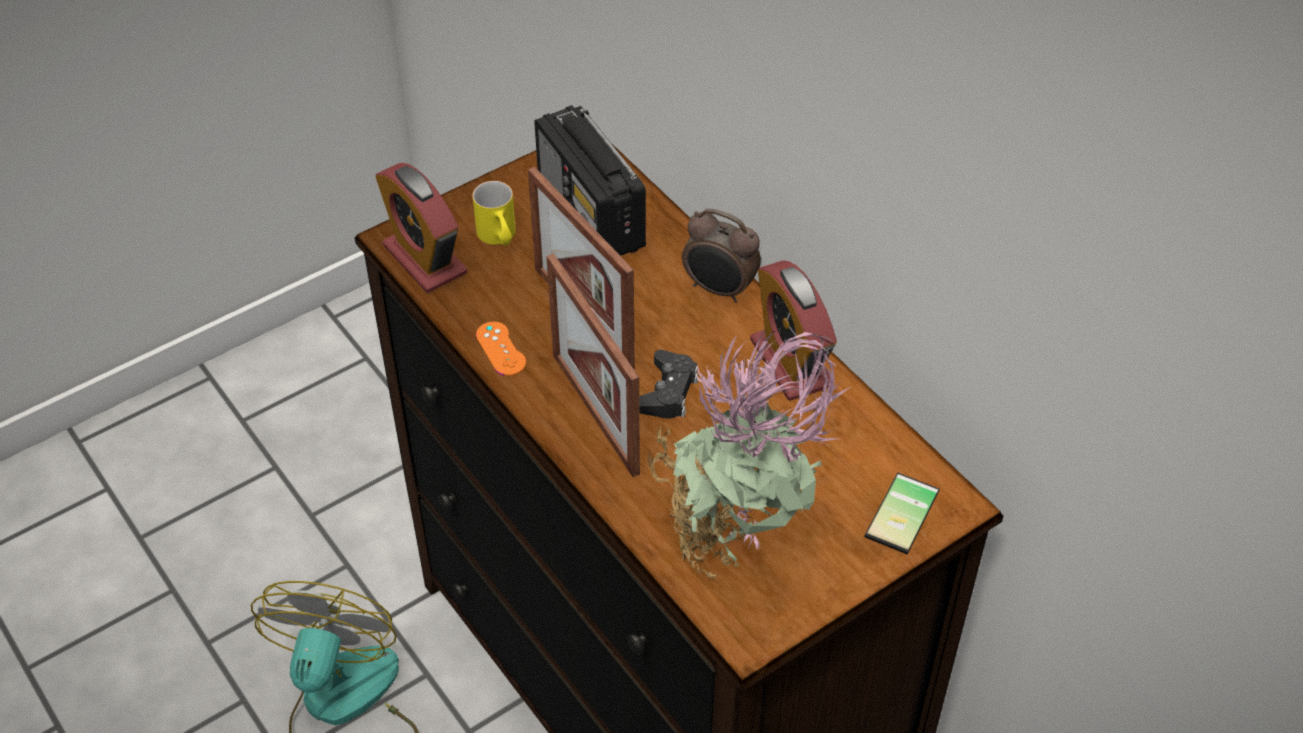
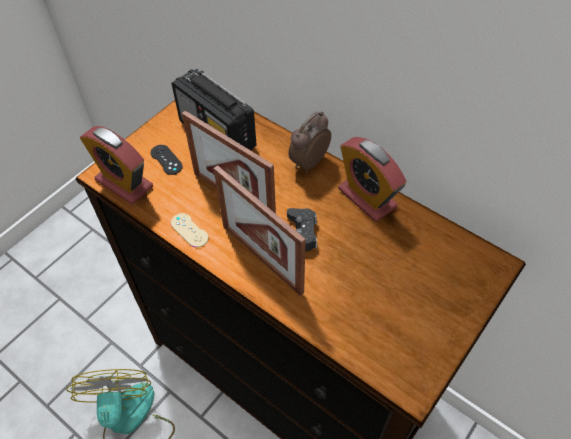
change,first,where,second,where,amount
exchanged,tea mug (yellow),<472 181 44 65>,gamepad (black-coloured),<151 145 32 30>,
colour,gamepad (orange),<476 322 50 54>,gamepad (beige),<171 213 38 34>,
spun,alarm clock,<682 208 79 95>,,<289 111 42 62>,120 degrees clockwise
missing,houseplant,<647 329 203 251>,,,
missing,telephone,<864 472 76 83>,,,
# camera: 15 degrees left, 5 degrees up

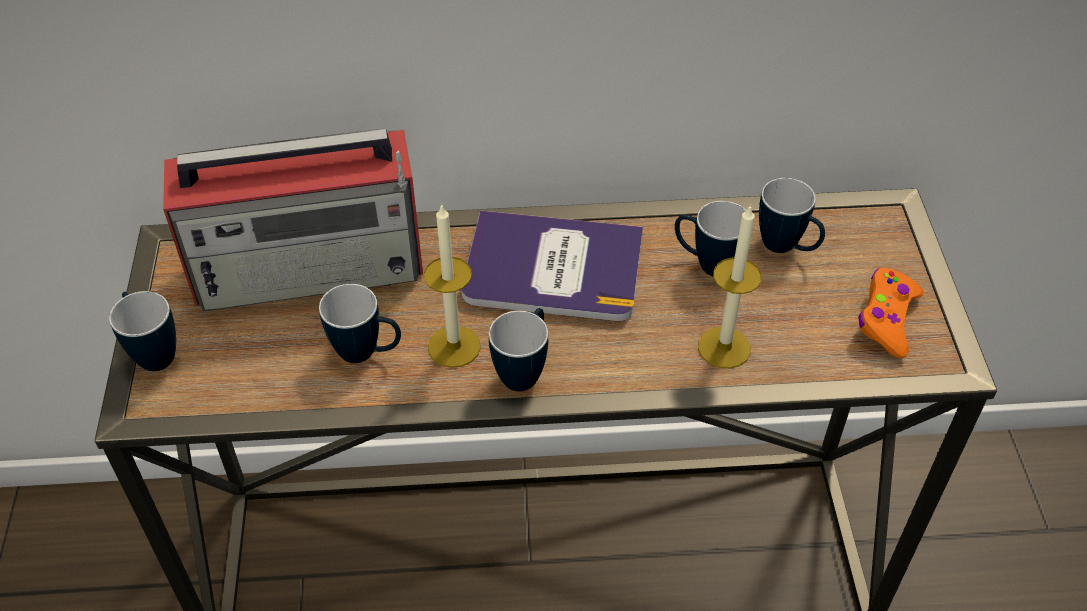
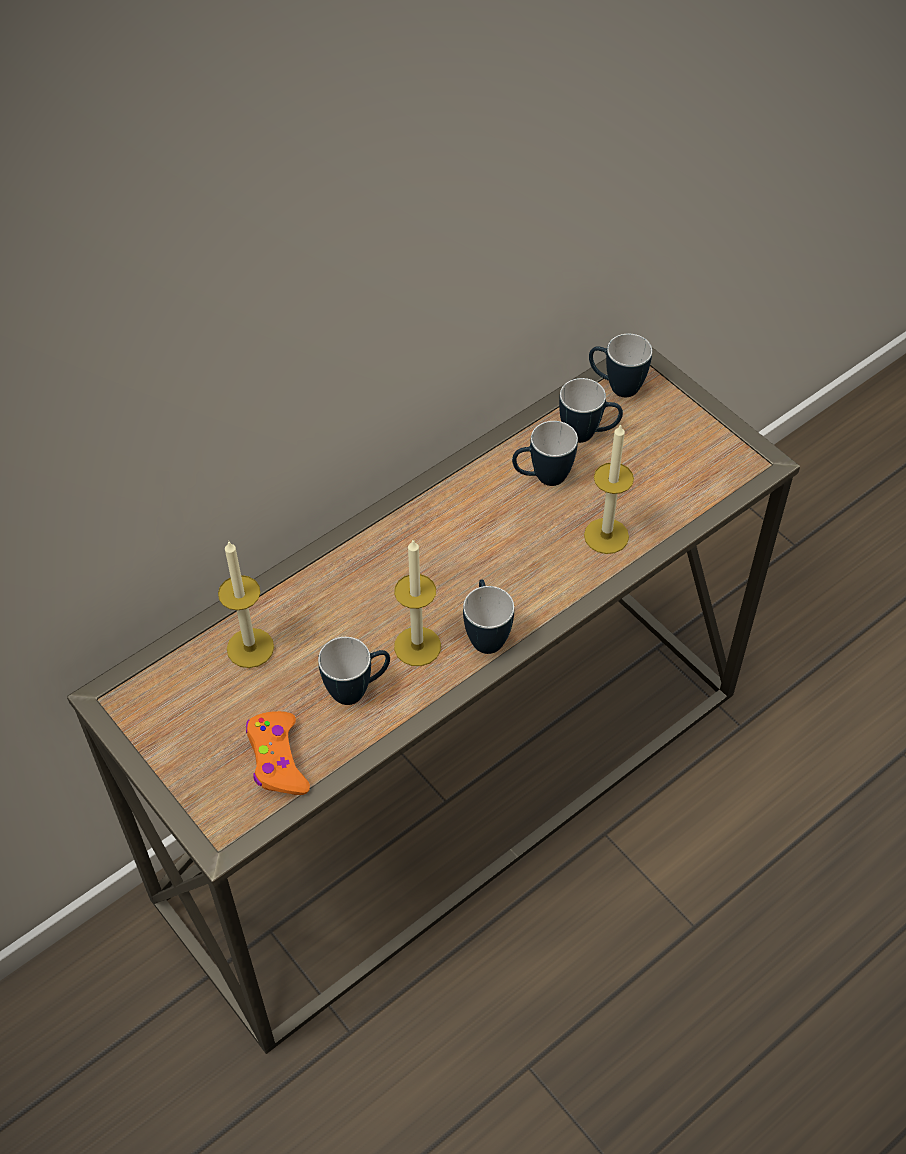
change,first,where,second,where,amount
exchanged,radio set,<163 129 260 183>,wax candle,<218 540 56 128>,
relocated,gamepad (orange),<859 268 65 90>,,<246 711 64 84>,
relocated,tea mug,<109 291 67 80>,,<589 334 63 63>,
missing,bound book,<462 210 181 112>,,,
# camera: 35 degrees left, 5 degrees up

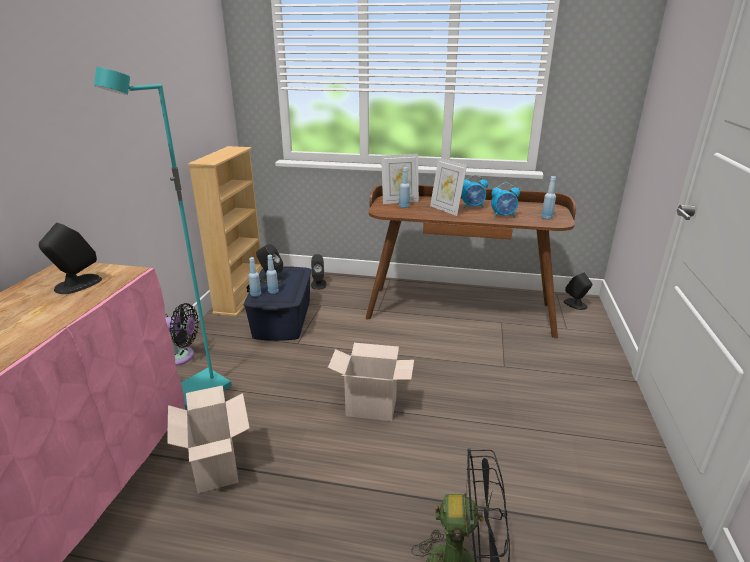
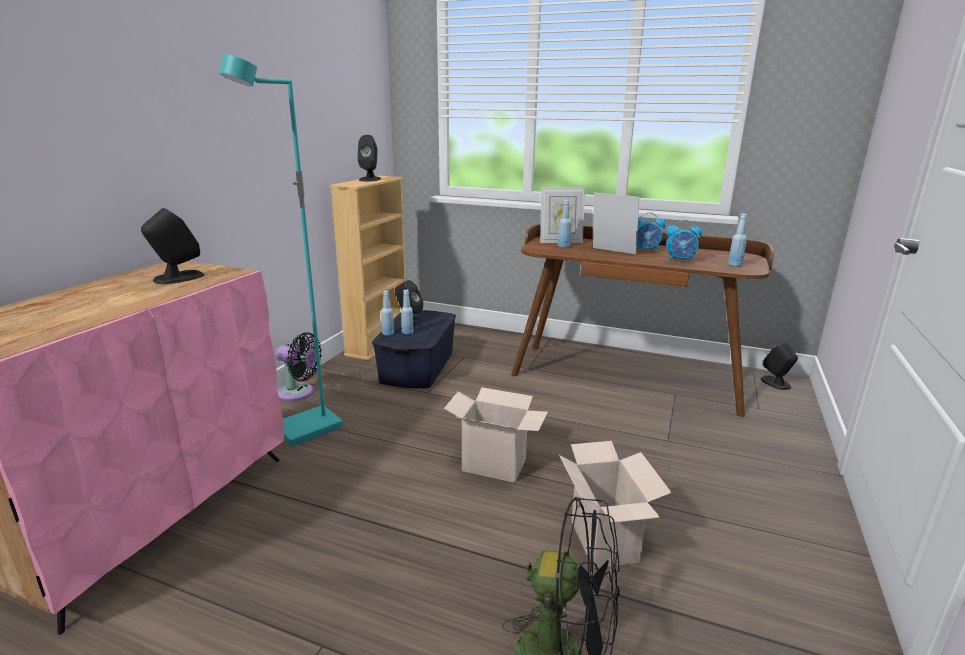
change,first,where,second,where,amount
relocated,audio speaker (black-coloured),<311 254 15 36>,,<357 135 24 46>,
relocated,packing box,<167 385 83 108>,,<559 441 113 127>,
spun,photo frame,<430 158 37 58>,,<593 193 46 61>,150 degrees clockwise
# camera: 10 degrees right, 5 degrees down

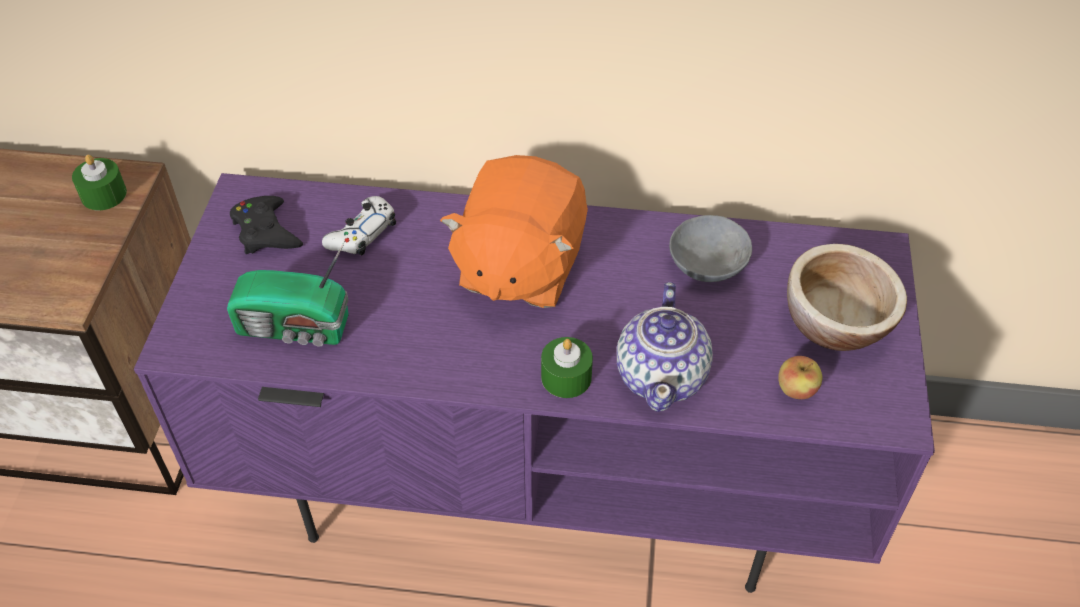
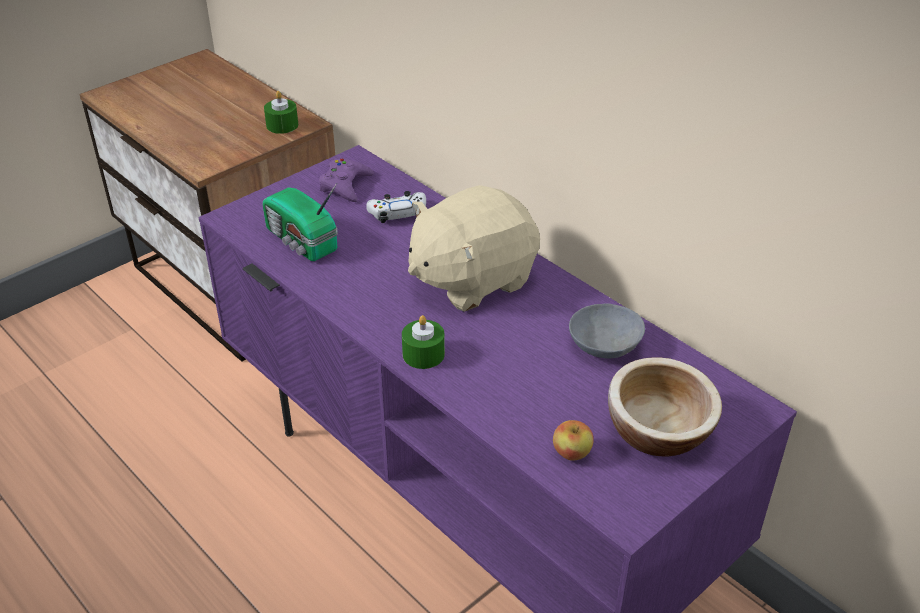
change,first,where,second,where,amount
colour,gamepad (black-coloured),<230 196 73 58>,gamepad (purplish),<319 158 55 44>,
colour,soft toy (orange),<440 155 148 153>,soft toy (beige),<408 185 132 127>,
missing,pot for tea,<617 282 96 130>,,,
# camera: 40 degrees right, 10 degrees down

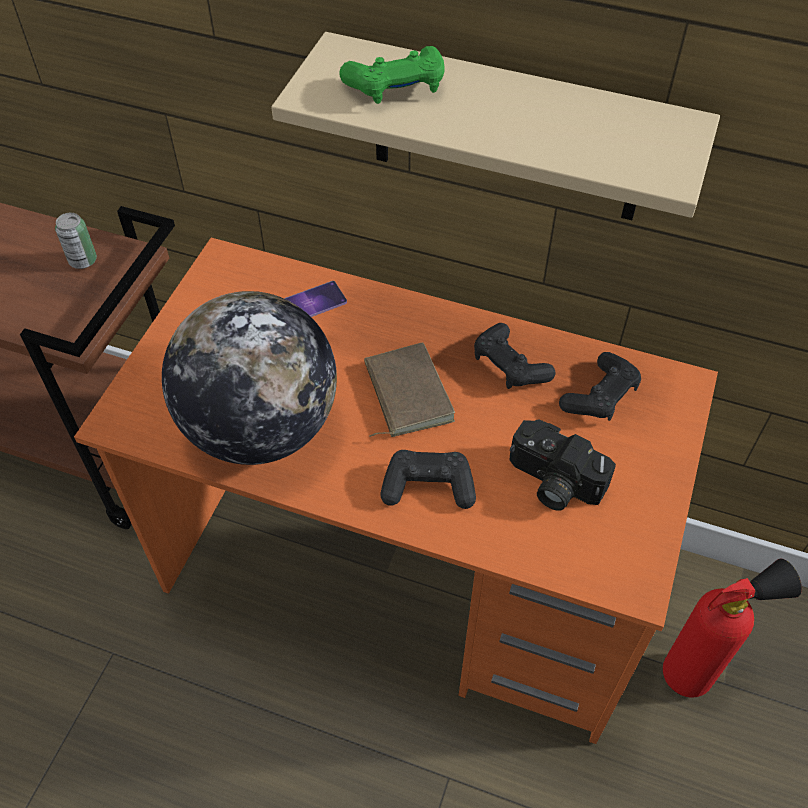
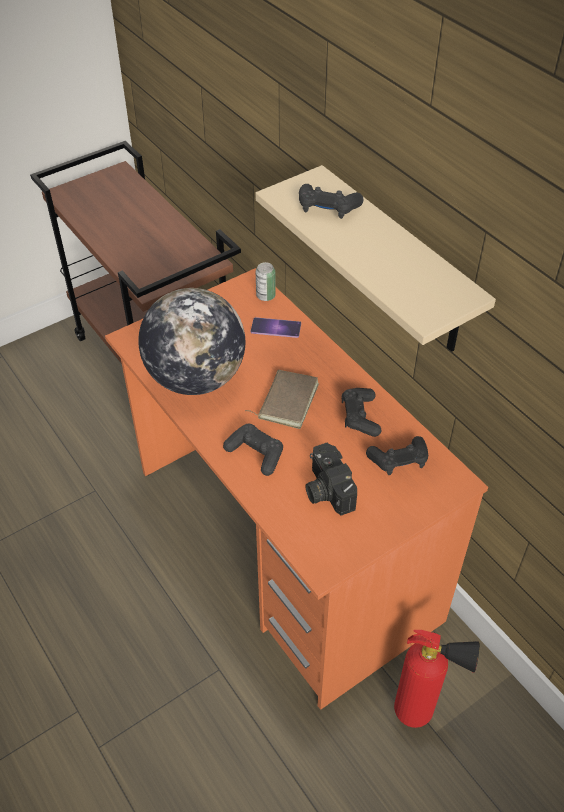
change,first,where,second,where,amount
relocated,metal can,<55 213 42 56>,,<256 262 20 39>,
colour,gamepad (green-coloured),<339 46 106 58>,gamepad (black-coloured),<299 184 64 35>,
# camera: 35 degrees right, 5 degrees down

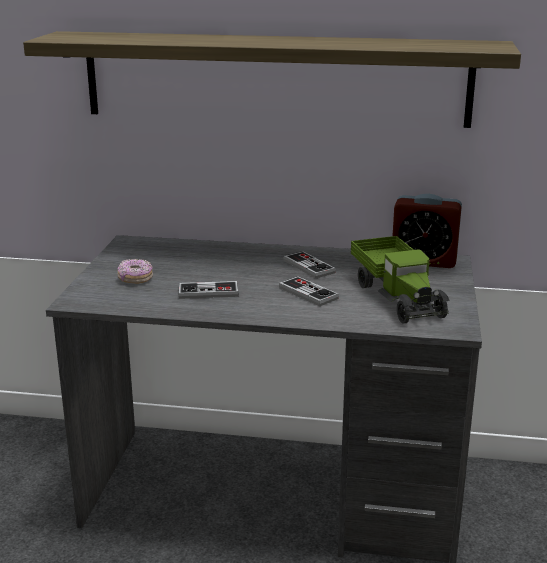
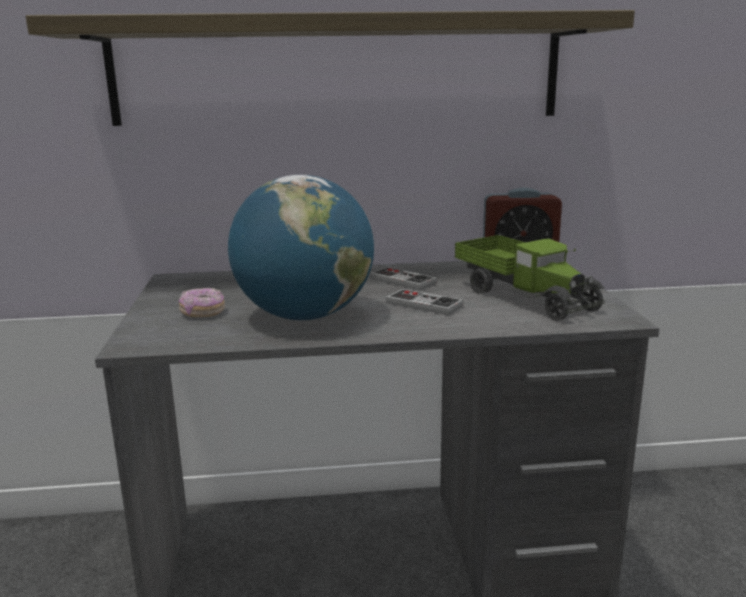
change,first,where,second,where,amount
exchanged,gamepad,<178 281 61 18>,world globe,<228 175 146 145>,
# camera: 15 degrees left, 5 degrees down

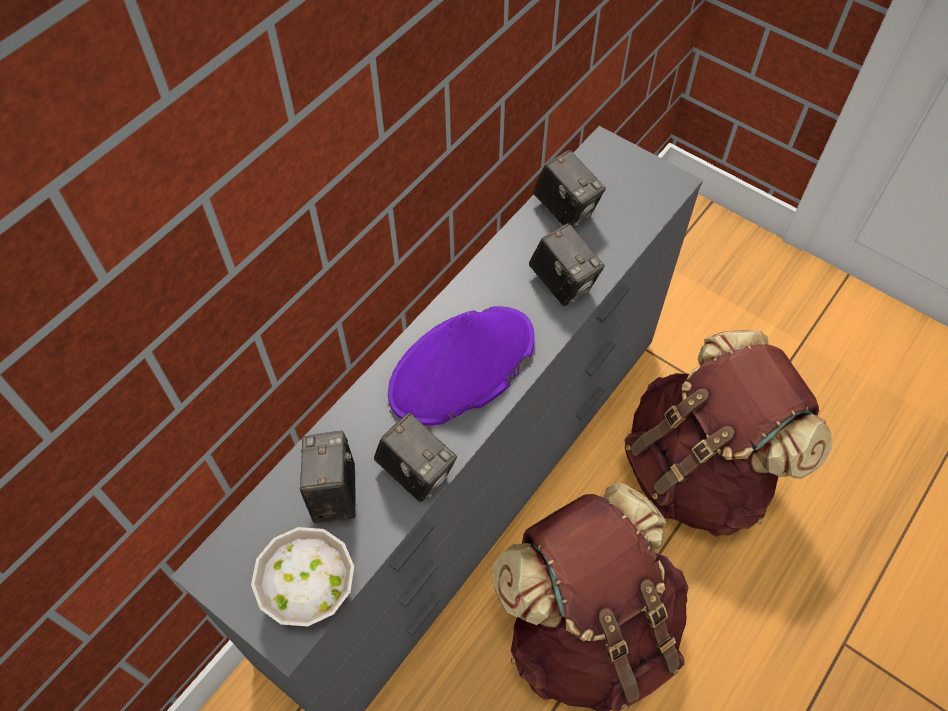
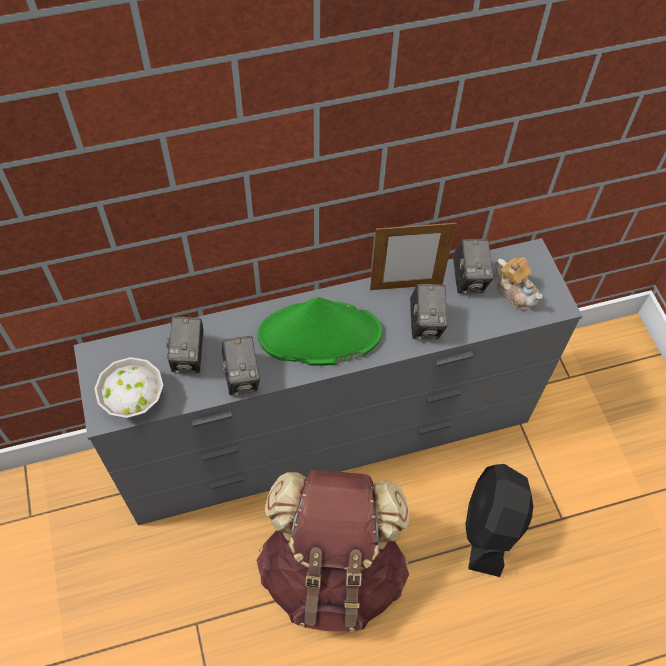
change,first,where,second,where,amount
spun,still camera,<299 431 57 92>,,<166 316 38 58>,150 degrees clockwise
colour,wearable hat (purplish),<388 306 147 120>,wearable hat (green-coloured),<258 297 125 69>,
appeared,,,photo frame,<370 221 86 69>,
exchanged,rucksack (brown),<624 330 208 207>,electric fan (black-coloured),<465 464 68 113>,
appeared,,,pot for tea,<495 258 48 53>,
# camera: 35 degrees right, 0 degrees up

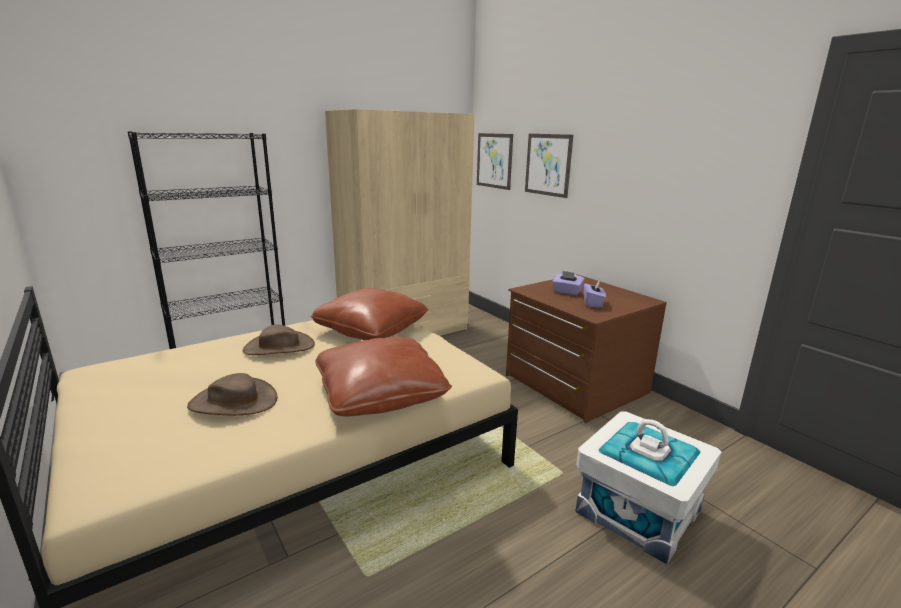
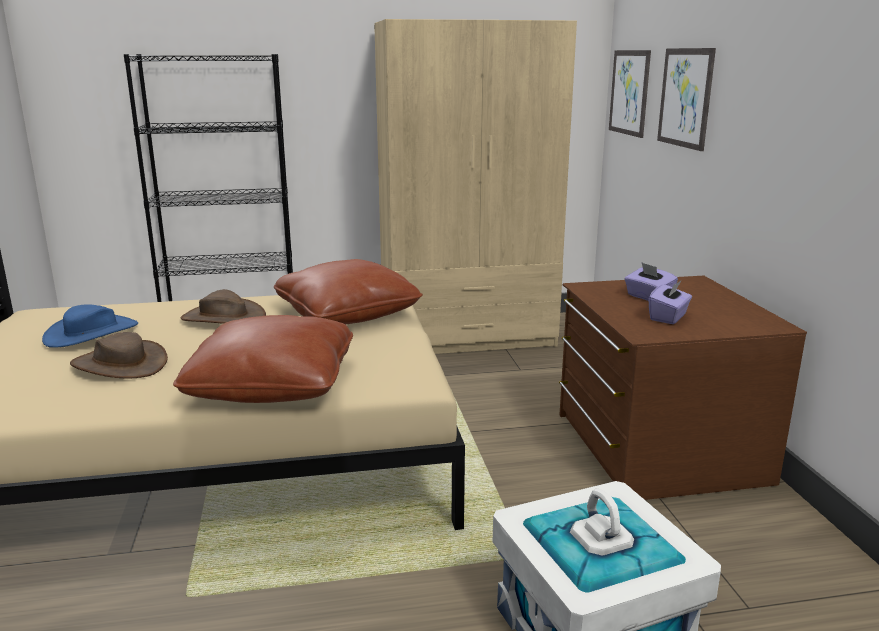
change,first,where,second,where,amount
appeared,,,wearable hat (blue),<42 304 96 43>,
# camera: 25 degrees right, 0 degrees up

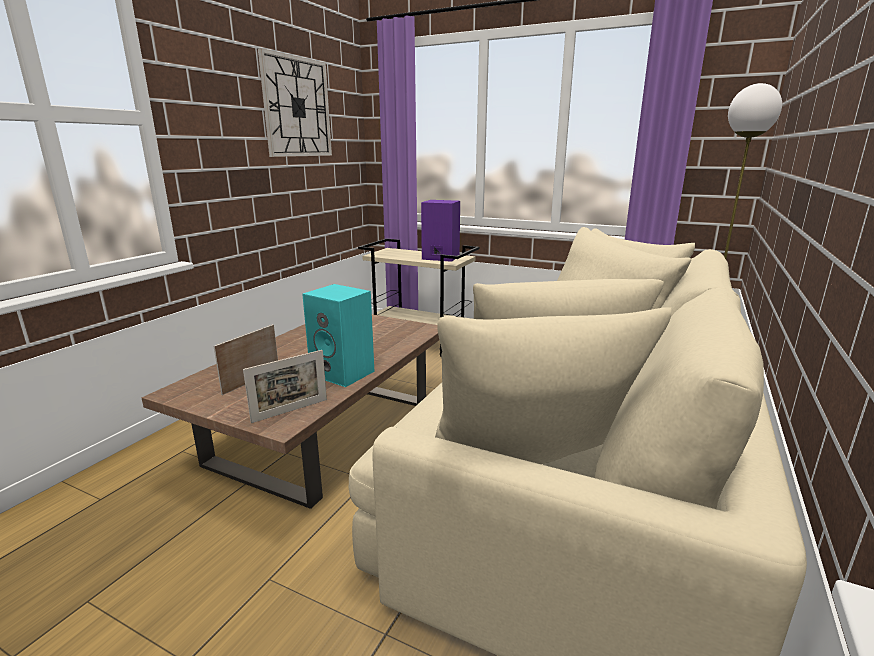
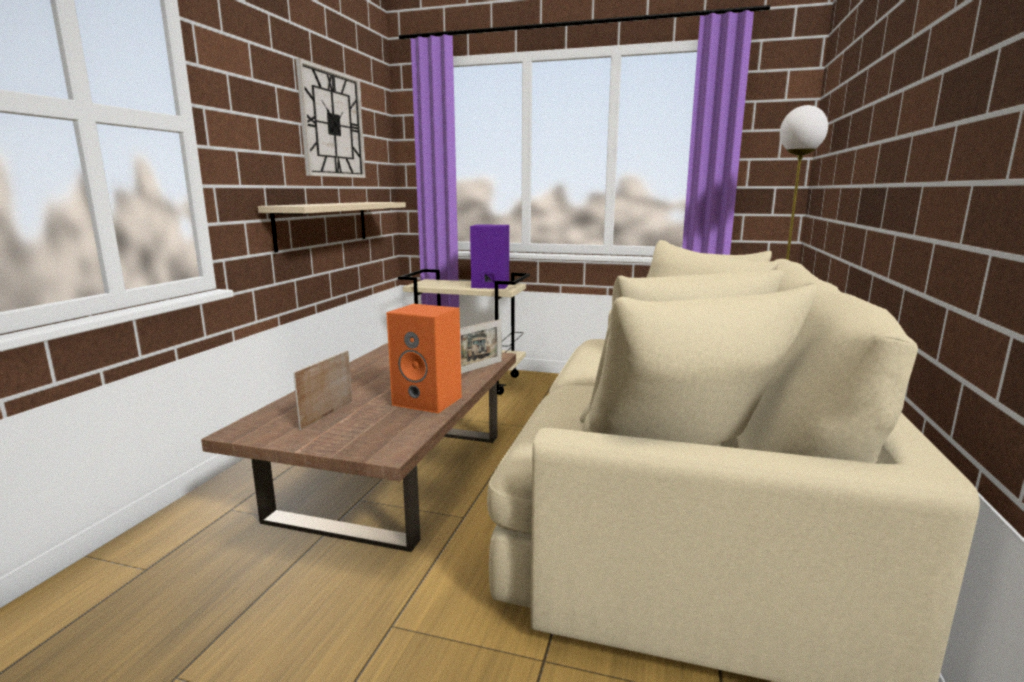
change,first,where,second,where,amount
appeared,,,shelf (beige),<258 202 148 51>,
colour,audio speaker (turquoise),<302 284 72 103>,audio speaker (orange),<386 304 76 109>,
relocated,photo frame,<243 350 84 73>,,<460 319 42 55>,
# camera: 10 degrees left, 5 degrees down

